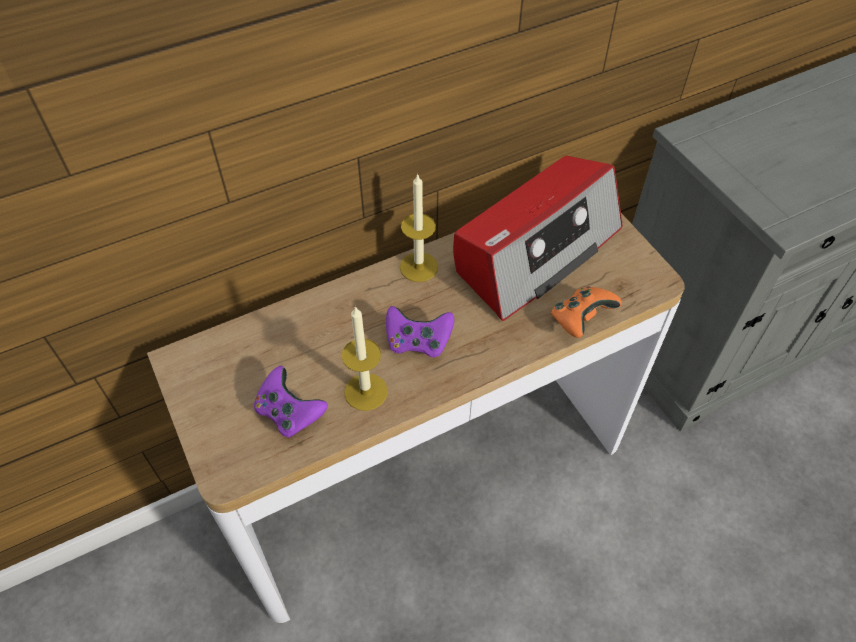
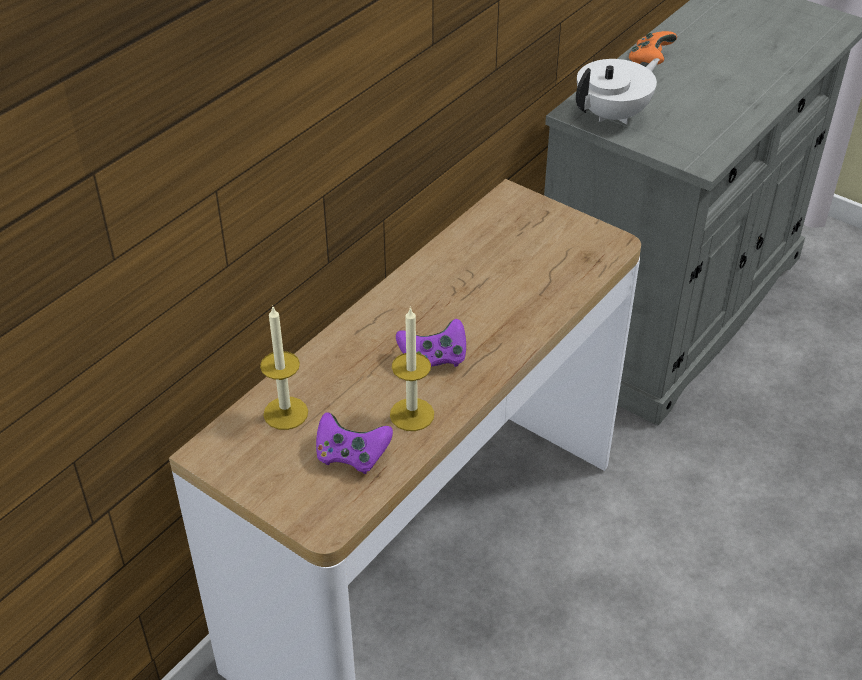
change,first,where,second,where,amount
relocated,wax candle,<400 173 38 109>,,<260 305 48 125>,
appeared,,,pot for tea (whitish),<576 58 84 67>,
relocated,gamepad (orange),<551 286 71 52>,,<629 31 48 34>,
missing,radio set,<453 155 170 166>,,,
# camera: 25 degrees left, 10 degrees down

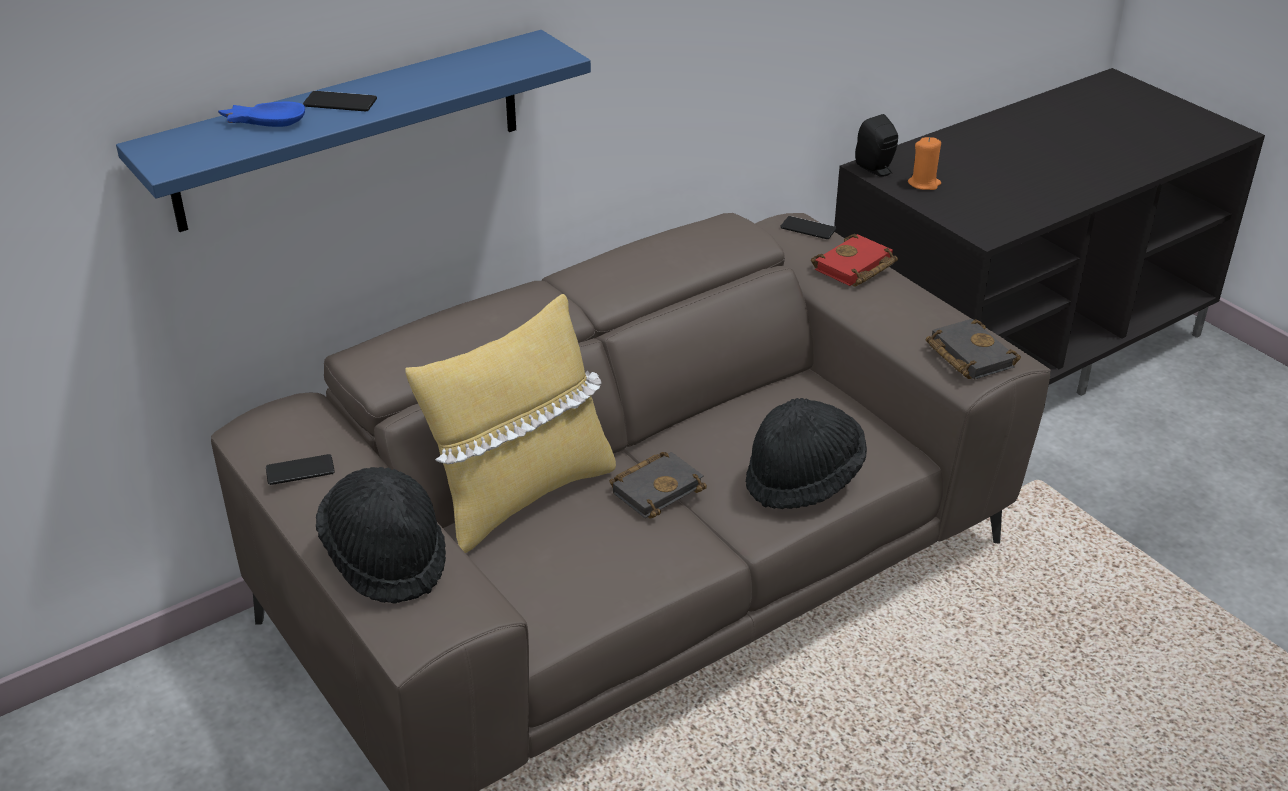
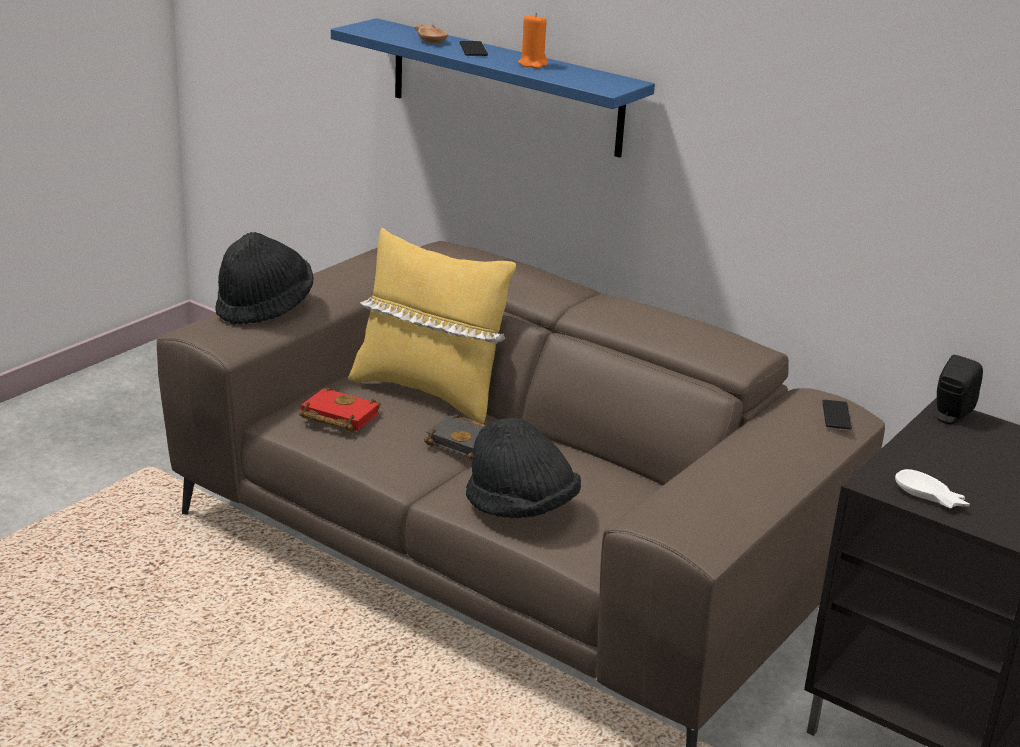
change,first,where,second,where,amount
relocated,bound book (red-coloured),<811 234 87 53>,,<299 387 81 45>,
colour,serving bowl (blue),<218 102 87 25>,serving bowl (brown),<415 23 33 20>,
relocated,wax candle (orange),<908 137 33 53>,,<518 13 30 56>,
appeared,,,serving bowl (whitish),<895 469 75 39>,
missing,telephone,<266 454 69 31>,,,
missing,bound book (black-coloured),<926 319 95 61>,,,
# camera: 70 degrees right, 10 degrees down

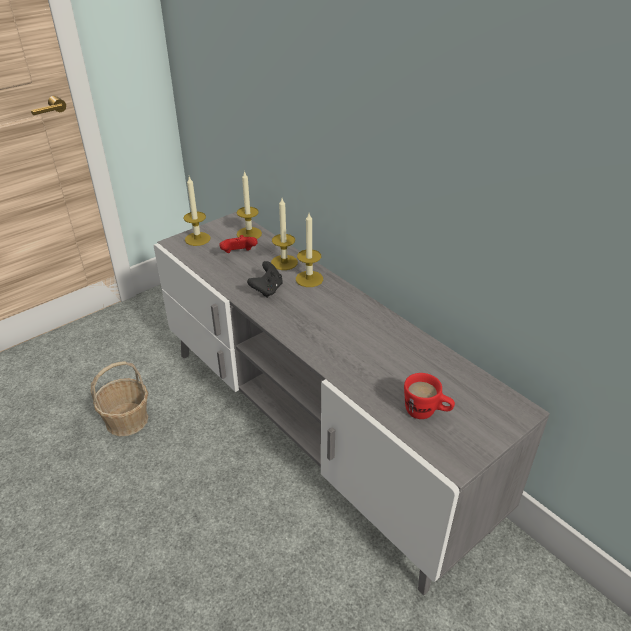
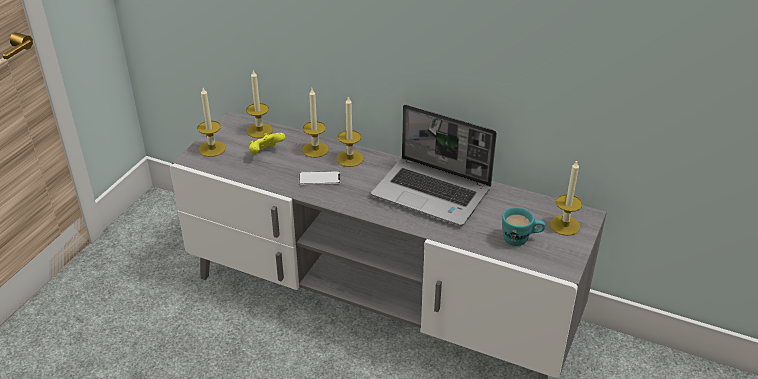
change,first,where,second,where,amount
colour,gamepad (red-coloured),<220 235 38 18>,gamepad (yellow),<249 133 36 22>,
exchanged,gamepad (black-coloured),<247 261 36 37>,telephone,<298 171 43 14>,
appeared,,,laptop,<371 104 126 122>,
colour,tea mug (red-coloured),<404 373 51 46>,tea mug (turquoise),<502 207 43 39>,
appeared,,,wax candle,<550 161 32 75>,
missing,basket,<91 361 57 75>,,,
# camera: 25 degrees left, 0 degrees up

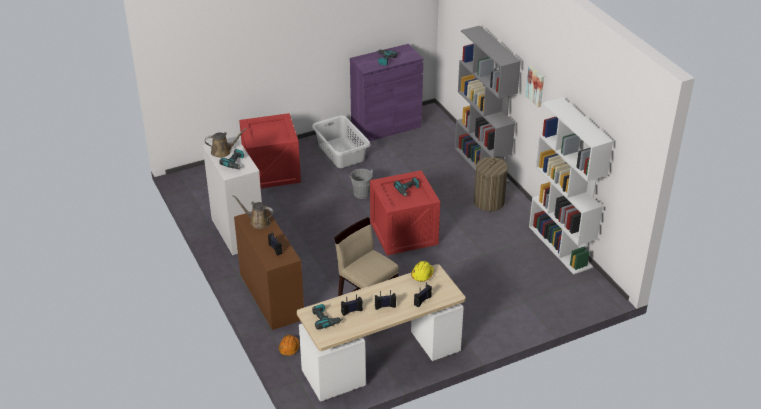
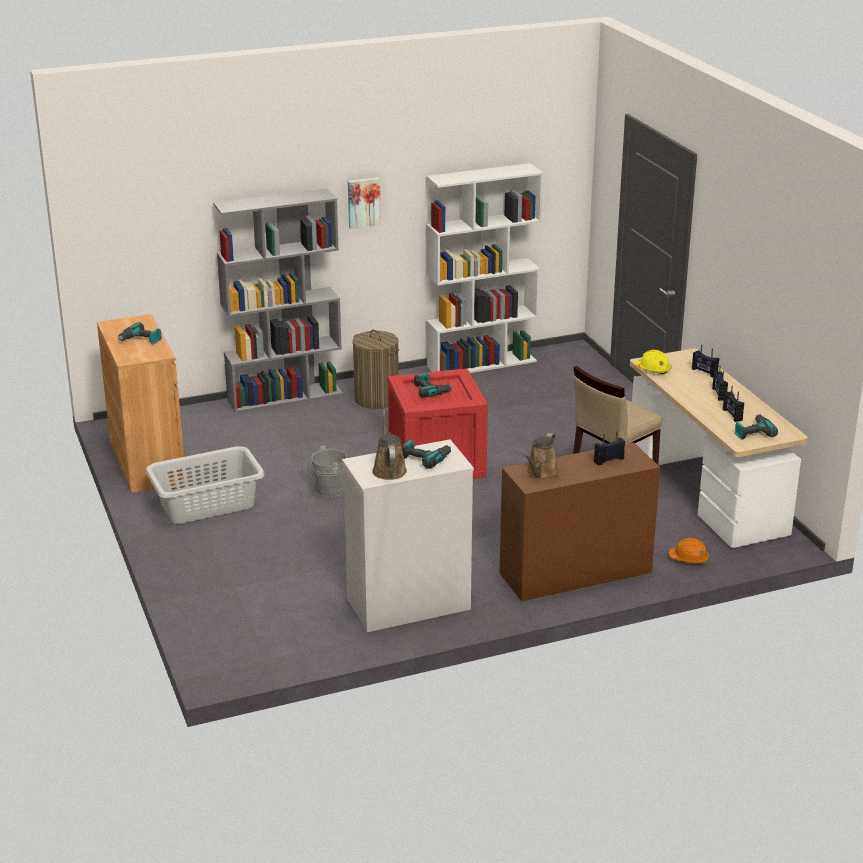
change,first,where,second,where,amount
colour,cupboard (purplish),<350 44 73 97>,cupboard (brown),<97 314 88 179>,
missing,crate,<239 113 62 75>,,,
# camera: 85 degrees left, 10 degrees down

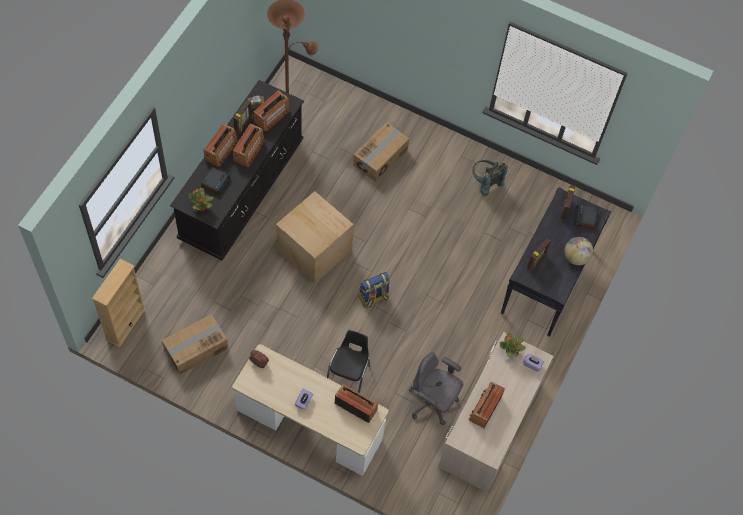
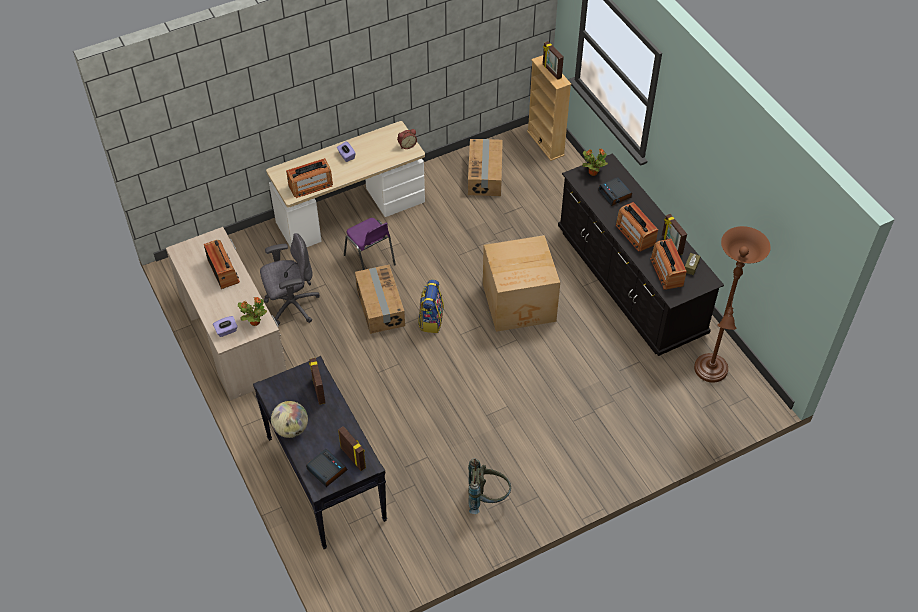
change,first,where,second,where,amount
colour,plain chair (black-coloured),<327 330 43 63>,plain chair (purplish),<344 218 52 52>,
relocated,packing box,<353 122 56 60>,,<355 265 50 69>,
appeared,,,photo frame,<543 41 21 39>,
missing,radio set,<204 123 34 44>,,,
# camera: 130 degrees right, 10 degrees down

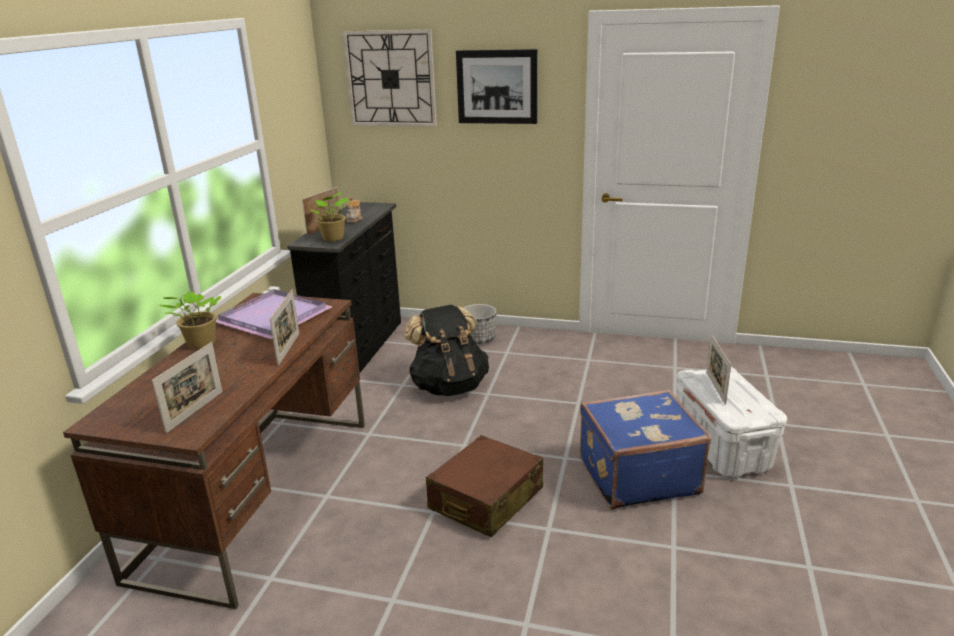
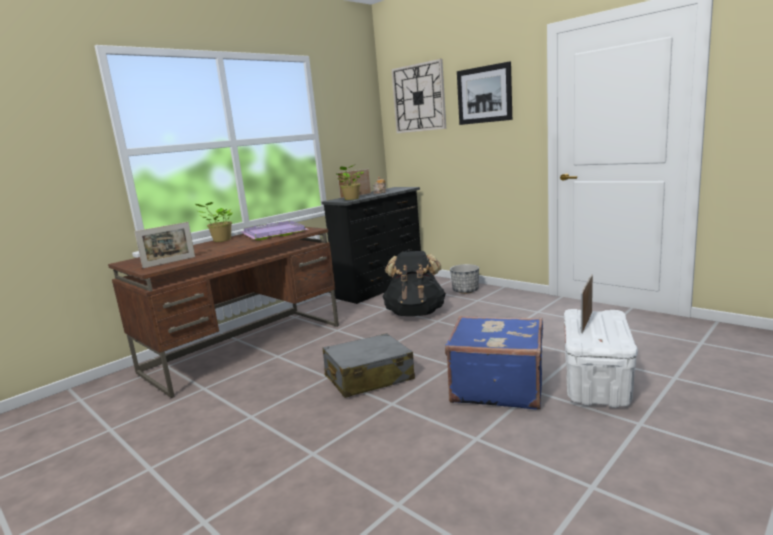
change,first,where,second,where,amount
colour,travel case (brown),<426 435 117 102>,travel case (grey),<322 333 93 65>,
missing,photo frame,<270 290 29 76>,,,
# camera: 30 degrees right, 10 degrees down

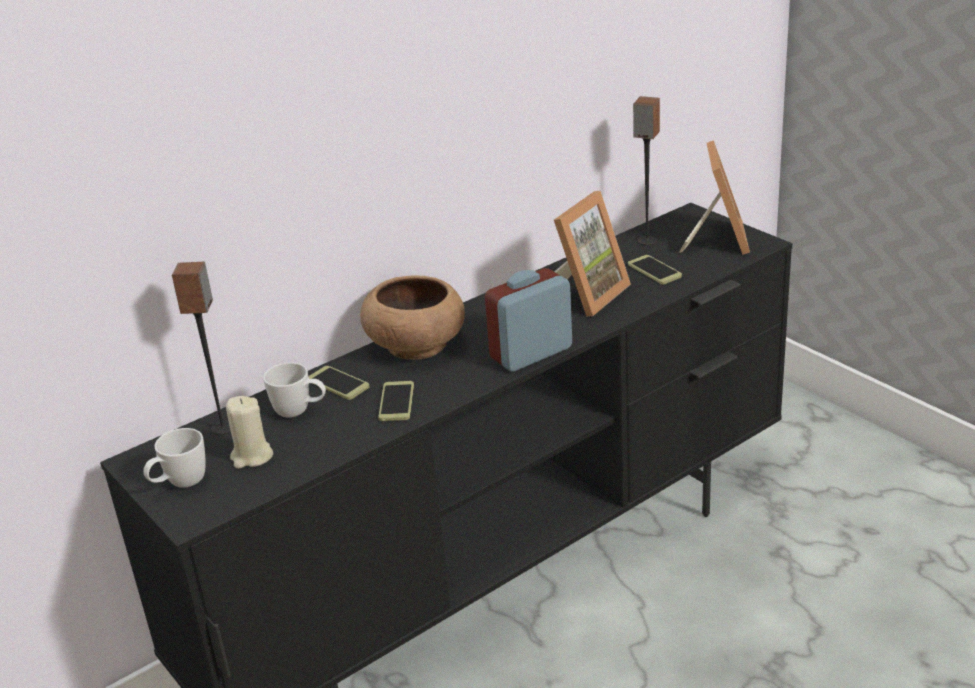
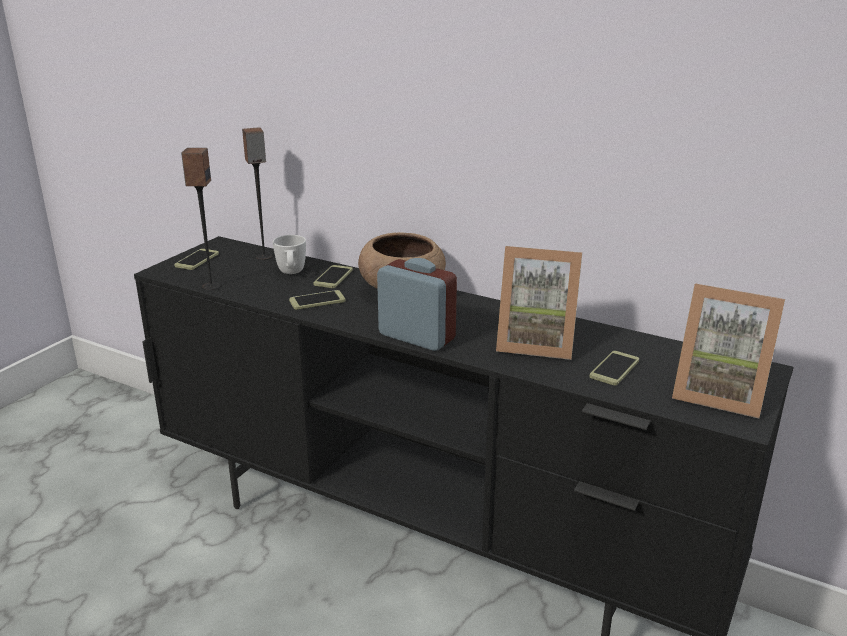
change,first,where,second,where,amount
exchanged,tea mug (whitish),<143 428 63 60>,telephone,<174 249 45 21>,
relocated,audio speaker,<633 96 27 149>,,<181 148 40 142>,
spun,photo frame,<679 140 71 115>,,<672 284 113 134>,45 degrees clockwise
missing,wax candle (beige),<226 396 47 73>,,,
# camera: 65 degrees right, 5 degrees down

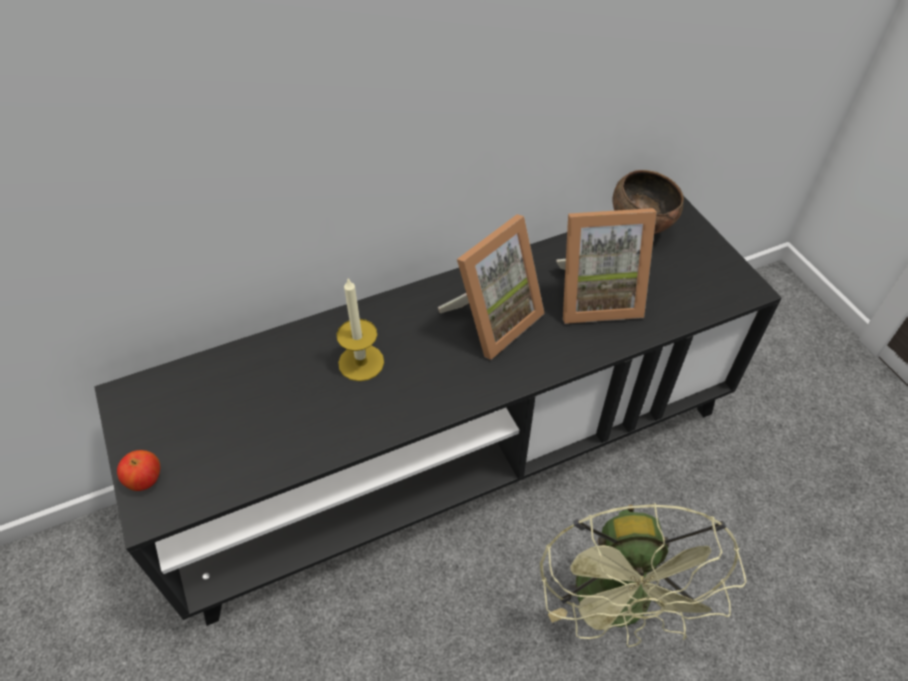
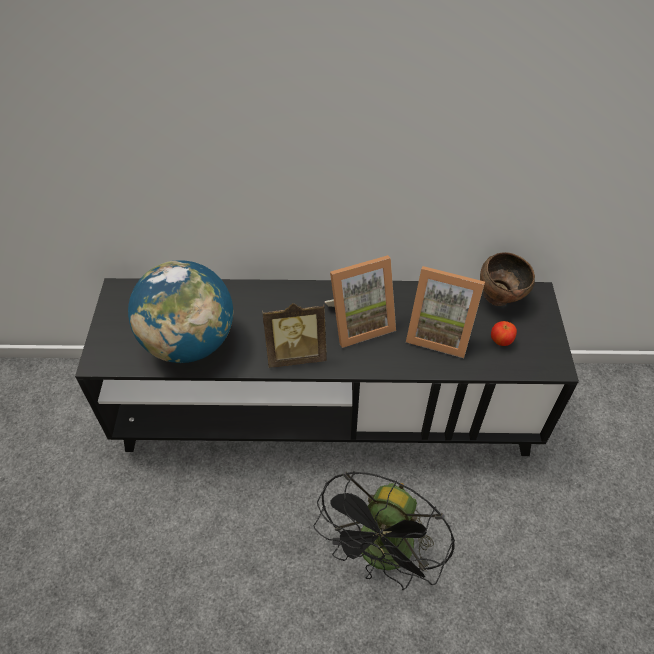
change,first,where,second,where,amount
appeared,,,world globe,<128 260 105 103>,
appeared,,,photo frame,<262 303 65 65>,
colour,electric fan (green-coloured),<540 503 207 144>,electric fan (black-coloured),<314 471 141 119>,
relocated,apple,<117 450 43 41>,,<491 321 26 25>,
missing,wax candle,<337 277 47 104>,,,
# camera: 25 degrees right, 0 degrees up

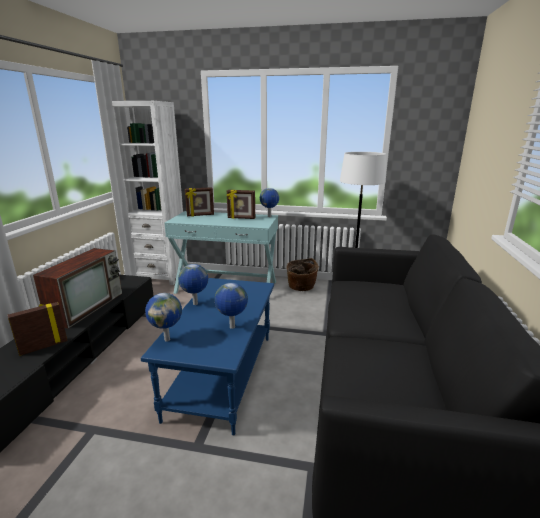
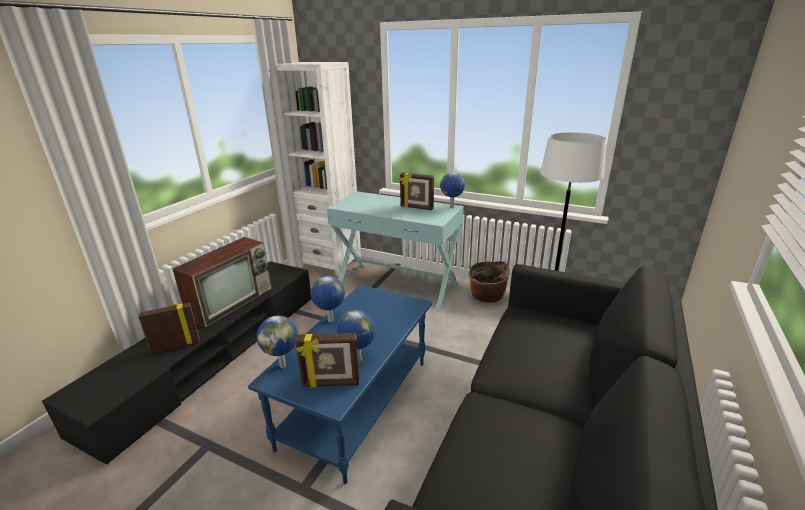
change,first,where,second,where,amount
relocated,photo frame,<185 187 29 30>,,<295 333 65 55>,
# camera: 15 degrees right, 5 degrees up

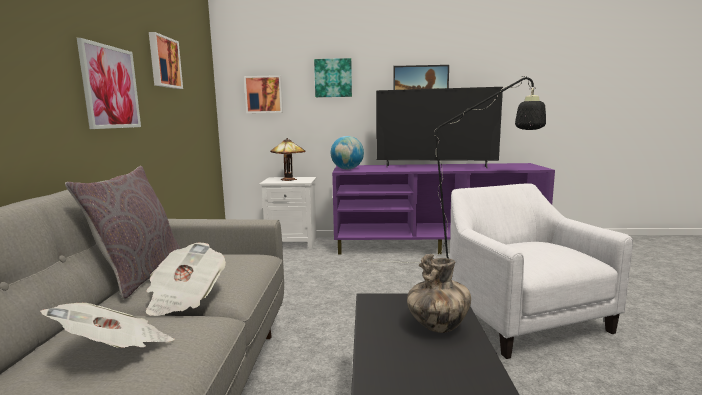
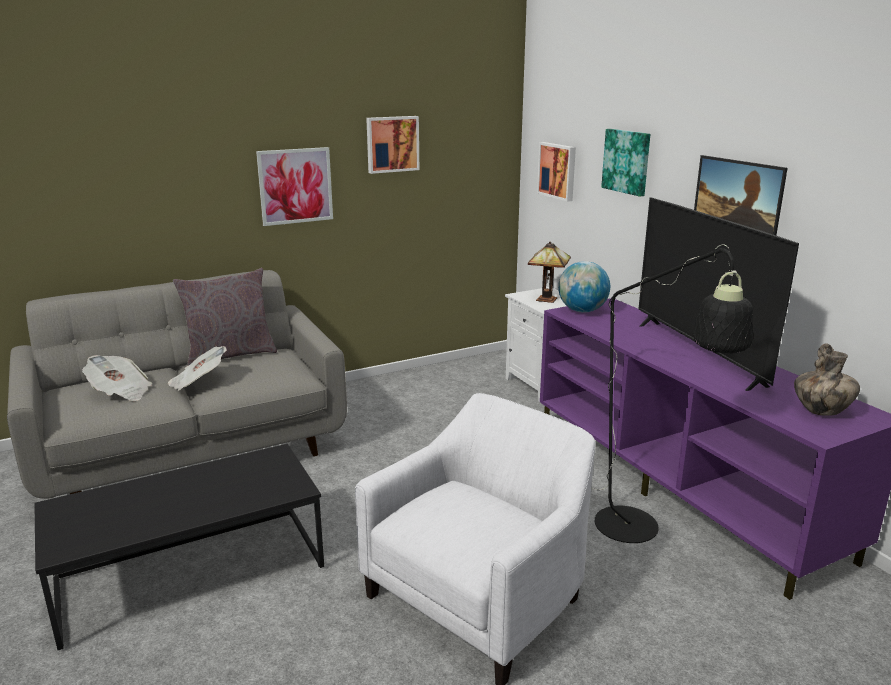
change,first,where,second,where,amount
relocated,decorative vase,<407 254 64 79>,,<794 343 66 73>,
# camera: 60 degrees right, 10 degrees up

